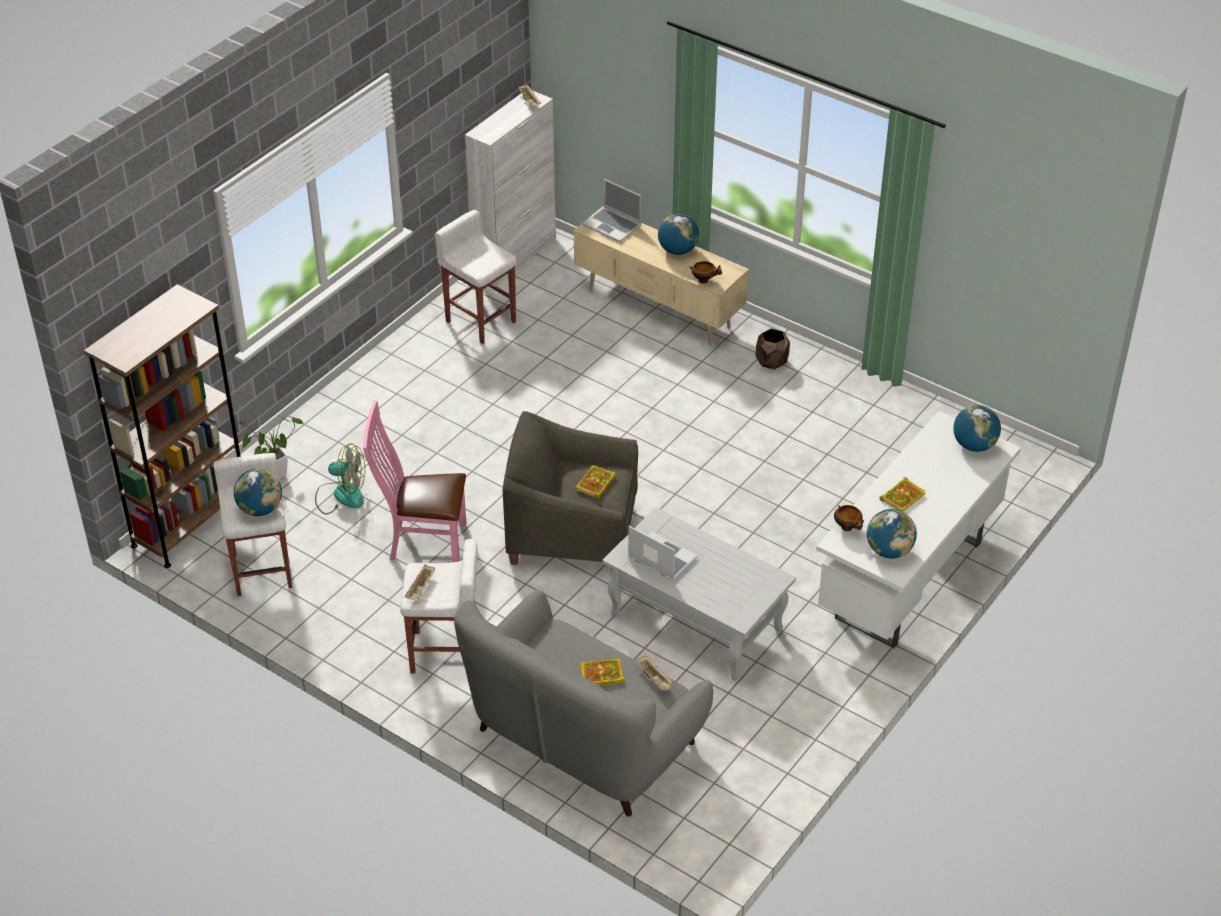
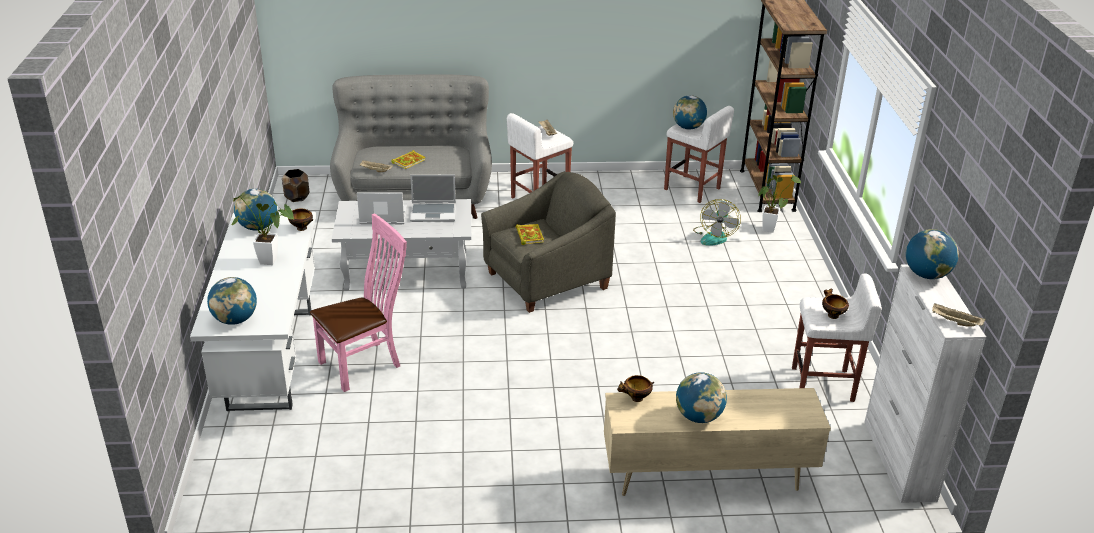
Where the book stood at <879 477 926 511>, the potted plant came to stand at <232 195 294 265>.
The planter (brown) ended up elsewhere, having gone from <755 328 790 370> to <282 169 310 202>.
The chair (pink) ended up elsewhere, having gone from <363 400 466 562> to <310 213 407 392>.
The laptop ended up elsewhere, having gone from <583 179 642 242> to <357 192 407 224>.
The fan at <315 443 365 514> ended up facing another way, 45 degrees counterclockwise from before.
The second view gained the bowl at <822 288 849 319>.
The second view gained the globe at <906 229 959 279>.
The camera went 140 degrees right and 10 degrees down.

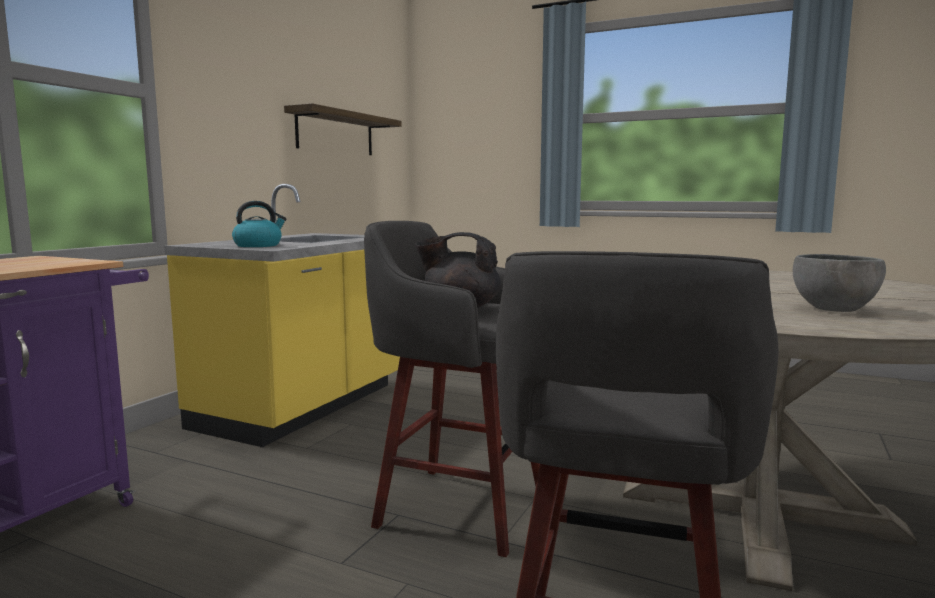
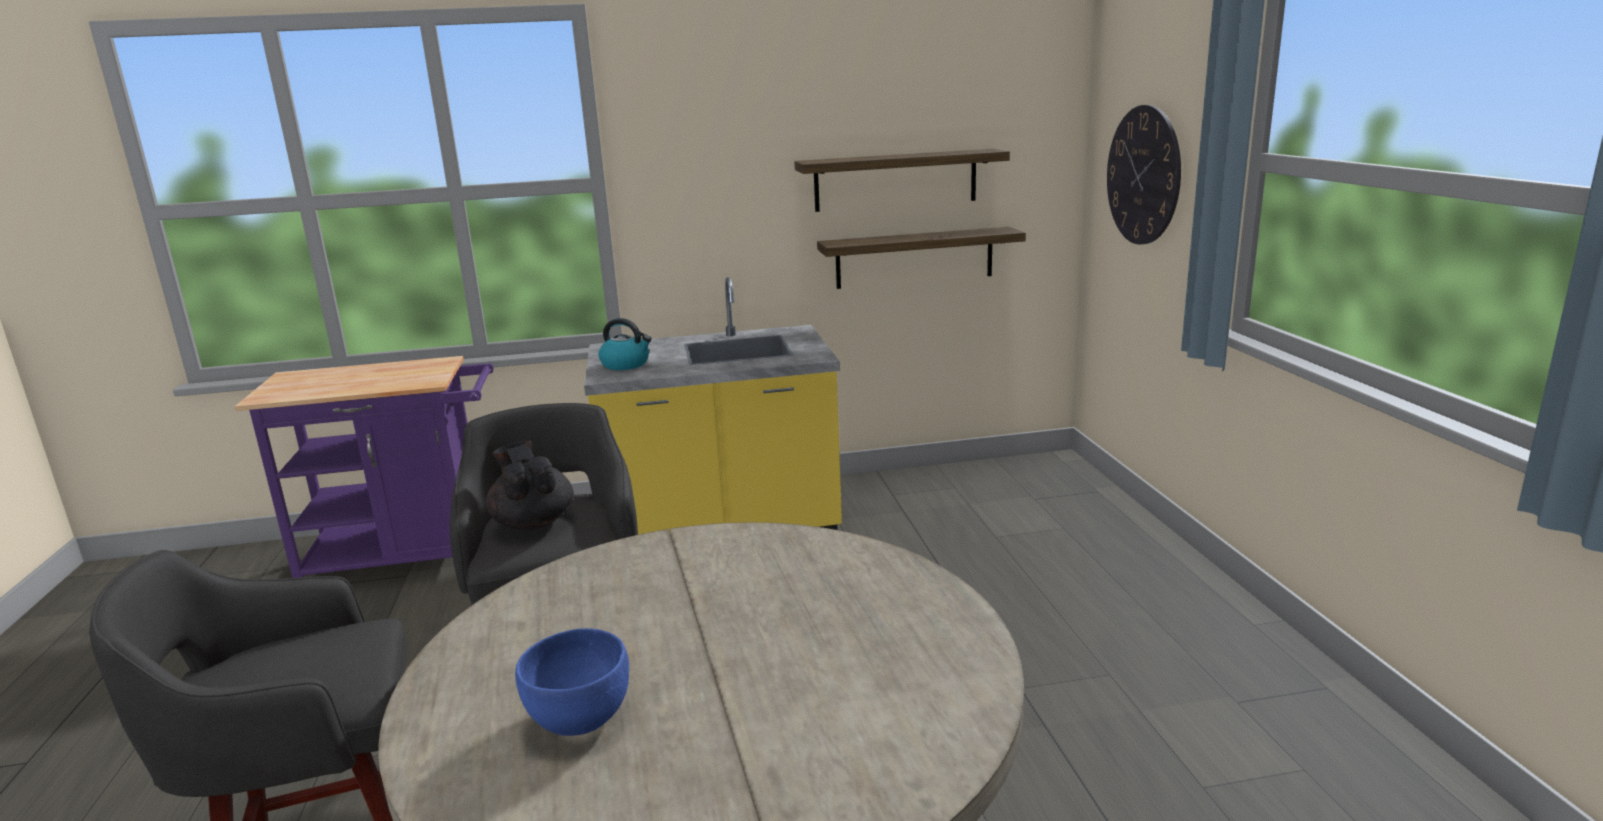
What was the bowl (grey) at <793 254 886 312> turned into the bowl (blue) at <515 628 629 736>.
The second view gained the shelf at <817 227 1026 289>.
The second view gained the wall clock at <1107 105 1181 245>.
The camera went 55 degrees right and 10 degrees up.

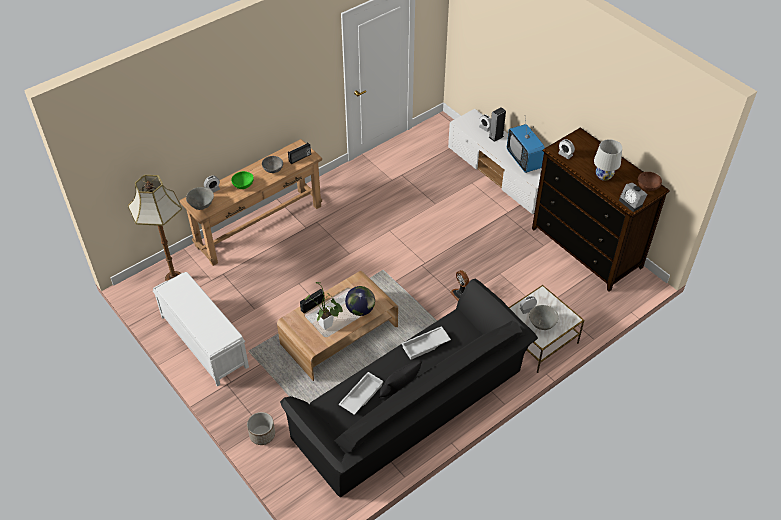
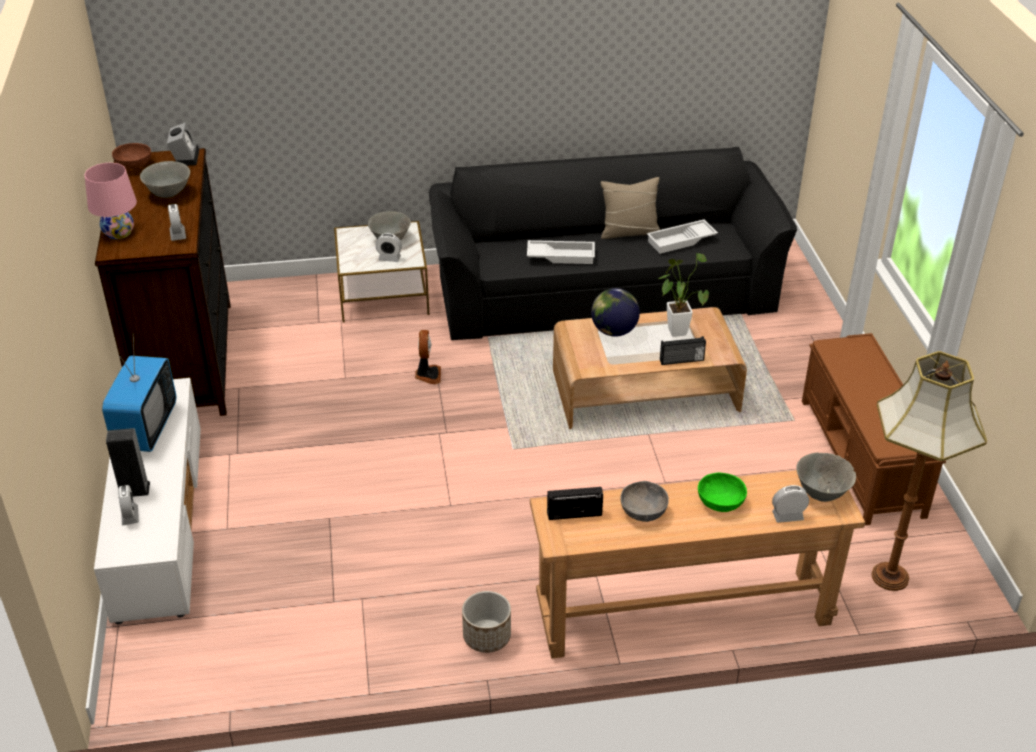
The second view gained the table lamp (pink) at <85 163 137 240>.
Where the table lamp (white) stood at <594 139 622 181>, the bowl (grey) came to stand at <140 161 190 198>.
The planter ended up elsewhere, having gone from <247 412 275 445> to <462 591 511 653>.
What was the pillow (black) at <378 361 422 398> turned into the pillow (beige) at <601 177 660 239>.
What was the bench (white) at <153 272 249 387> turned into the bench (brown) at <802 333 946 525>.
The camera went 150 degrees left and 10 degrees down.

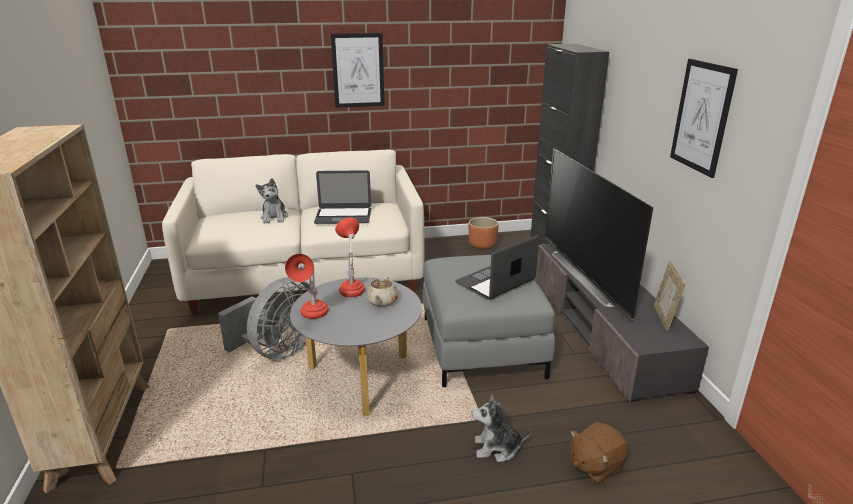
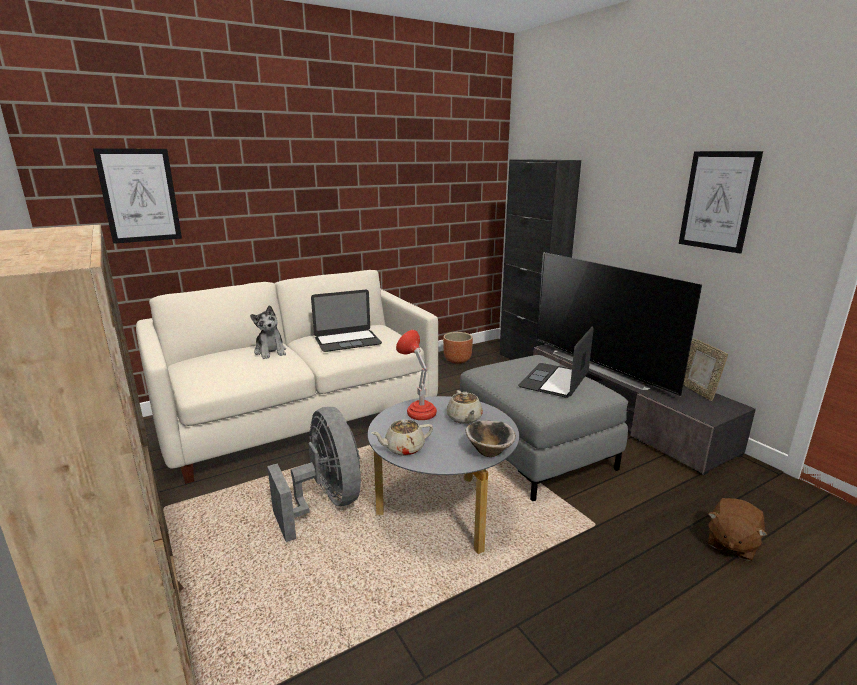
The picture ended up elsewhere, having gone from <331 33 385 108> to <93 149 182 244>.
The fan (grey) at <218 277 310 360> ended up facing another way, 45 degrees counterclockwise from before.
Where the table lamp (red) stood at <285 254 329 319>, the teapot (beige) came to stand at <371 419 433 456>.
The second view gained the bowl at <466 420 516 457>.
The second view lost the plush toy at <472 393 531 462>.
The camera went 20 degrees left and 5 degrees down.

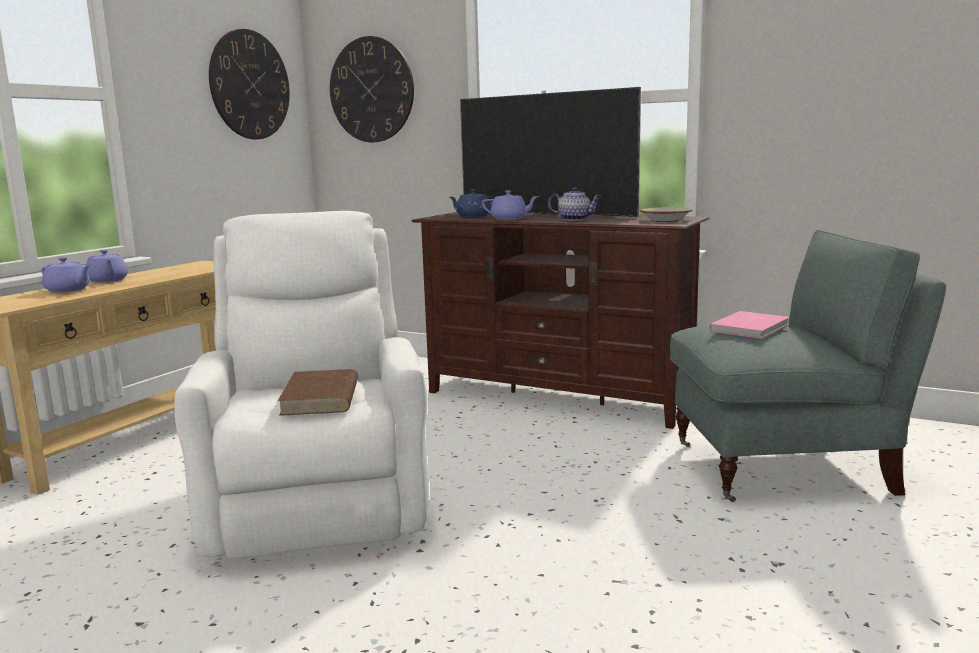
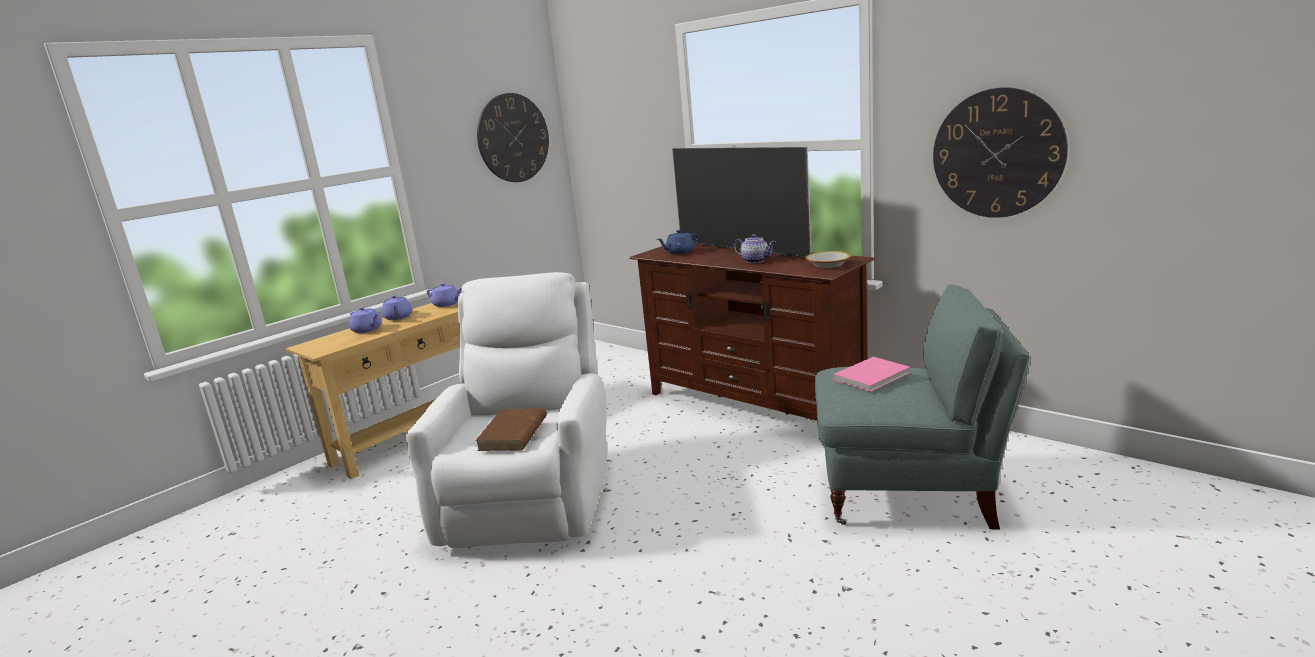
The teapot (purple) ended up elsewhere, having gone from <482 190 539 220> to <427 283 462 307>.
The wall clock ended up elsewhere, having gone from <330 36 414 142> to <933 87 1068 218>.
The camera went 15 degrees right and 5 degrees up.

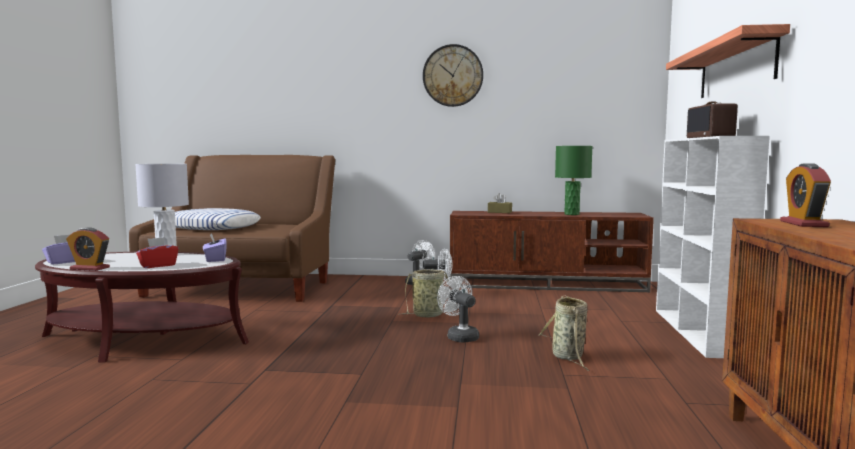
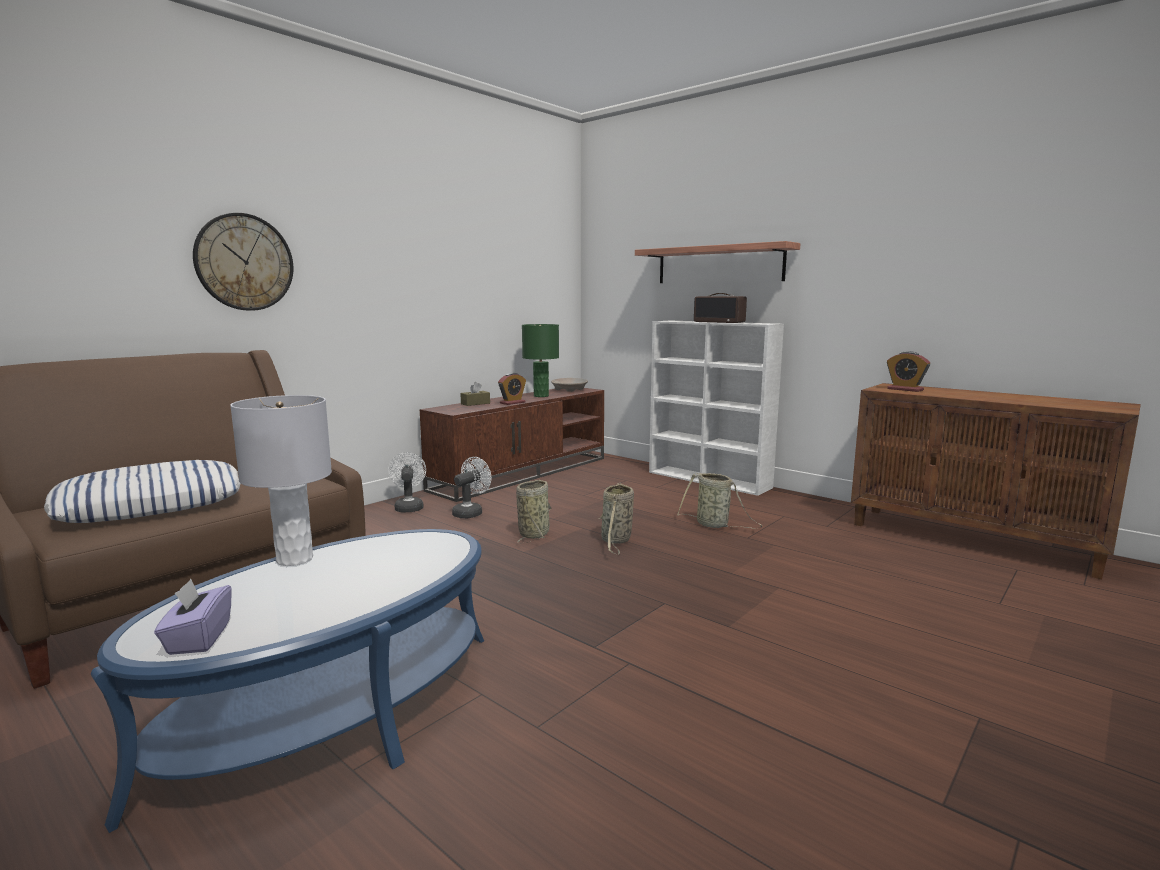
What was the coffee table (brown) at <35 252 249 363> turned into the coffee table (blue) at <91 529 484 833>.
The wall clock ended up elsewhere, having gone from <423 44 483 107> to <193 213 293 311>.
The alarm clock ended up elsewhere, having gone from <66 227 110 271> to <498 373 526 405>.
The second view gained the bowl (beige) at <551 378 588 392>.
Where the fan (white) stood at <437 276 479 343>, the basket came to stand at <598 483 634 555>.
The second view lost the tissue box (red) at <136 237 179 268>.
The second view lost the tissue box (purple) at <203 233 227 262>.
The camera went 55 degrees left and 5 degrees up.

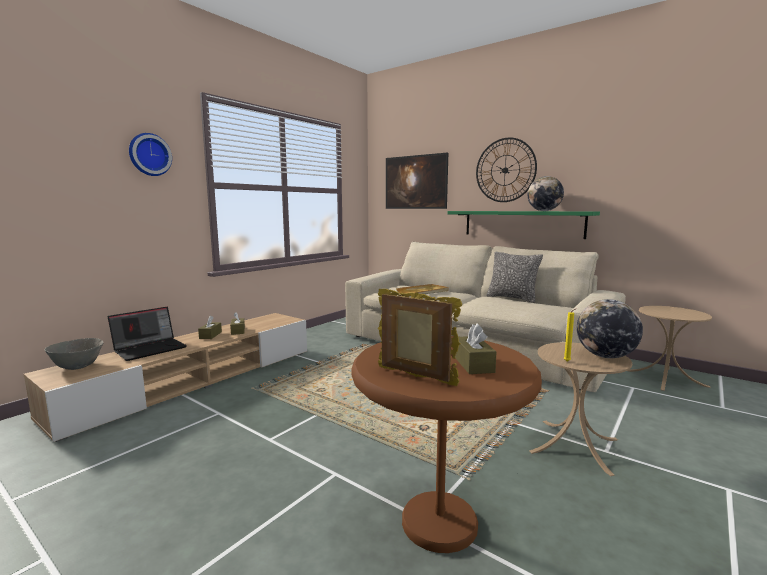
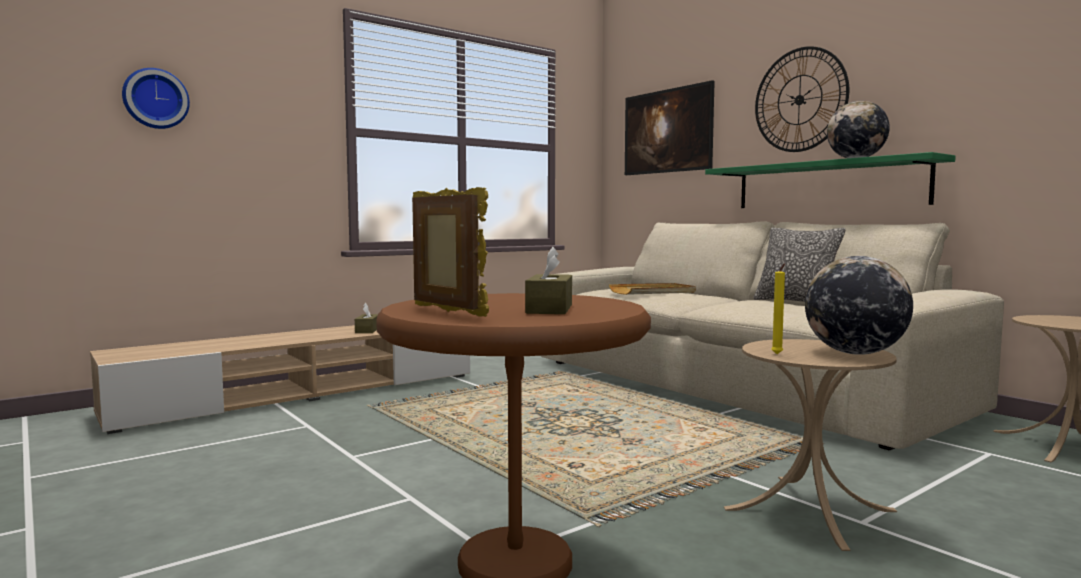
The wall clock ended up elsewhere, having gone from <129 133 172 176> to <122 68 190 129>.
The second view lost the bowl (grey) at <44 338 104 370>.
The second view lost the laptop at <108 307 187 361>.
The second view lost the tissue box (brown) at <198 316 222 339>.
The camera went 15 degrees right and 5 degrees down.

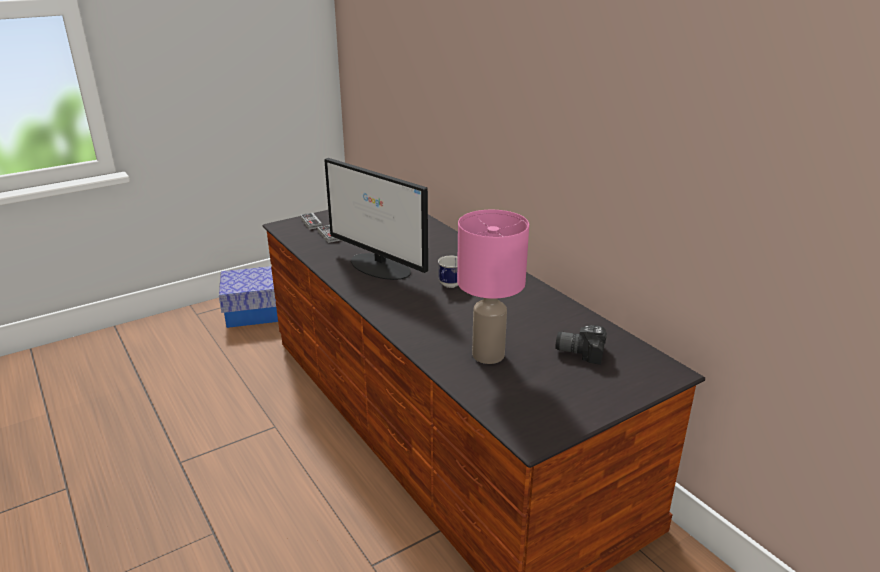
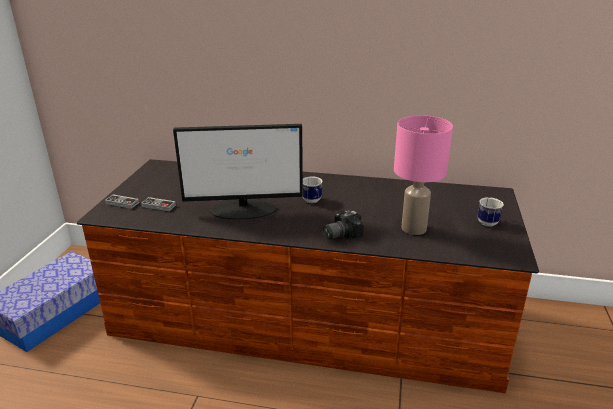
The photo camera ended up elsewhere, having gone from <555 325 607 365> to <323 210 364 239>.
The second view gained the mug at <478 197 504 227>.
The camera went 45 degrees left and 0 degrees up.

